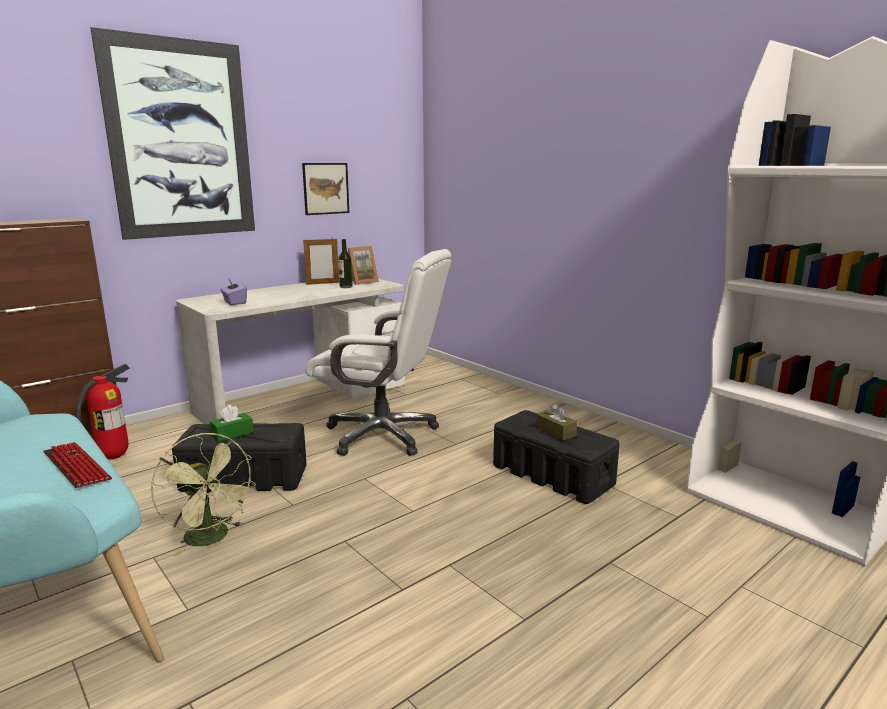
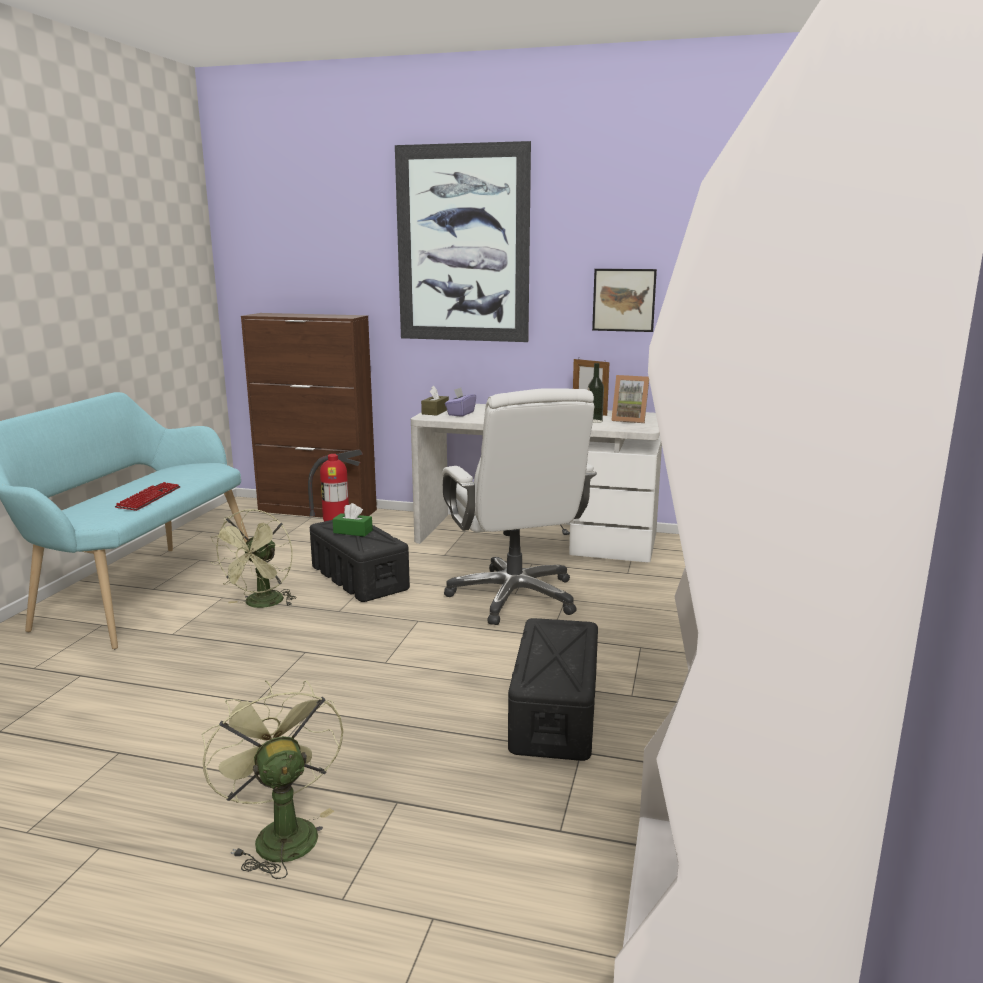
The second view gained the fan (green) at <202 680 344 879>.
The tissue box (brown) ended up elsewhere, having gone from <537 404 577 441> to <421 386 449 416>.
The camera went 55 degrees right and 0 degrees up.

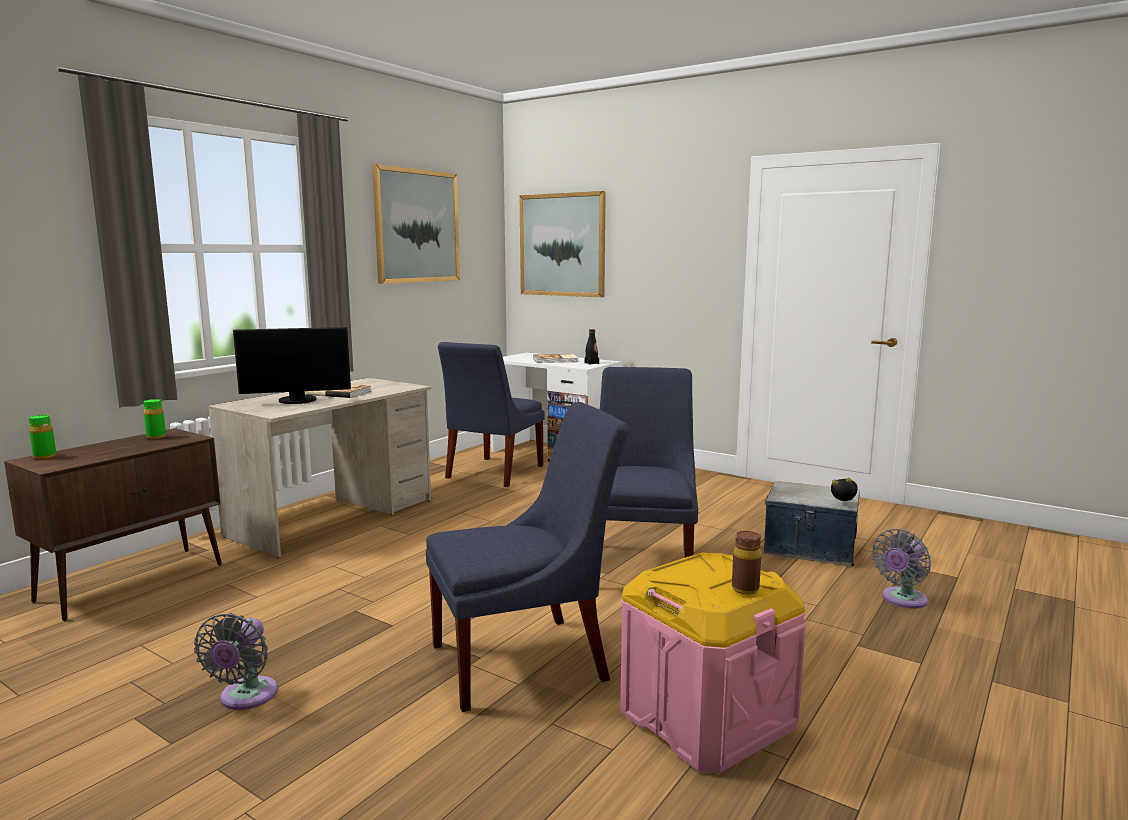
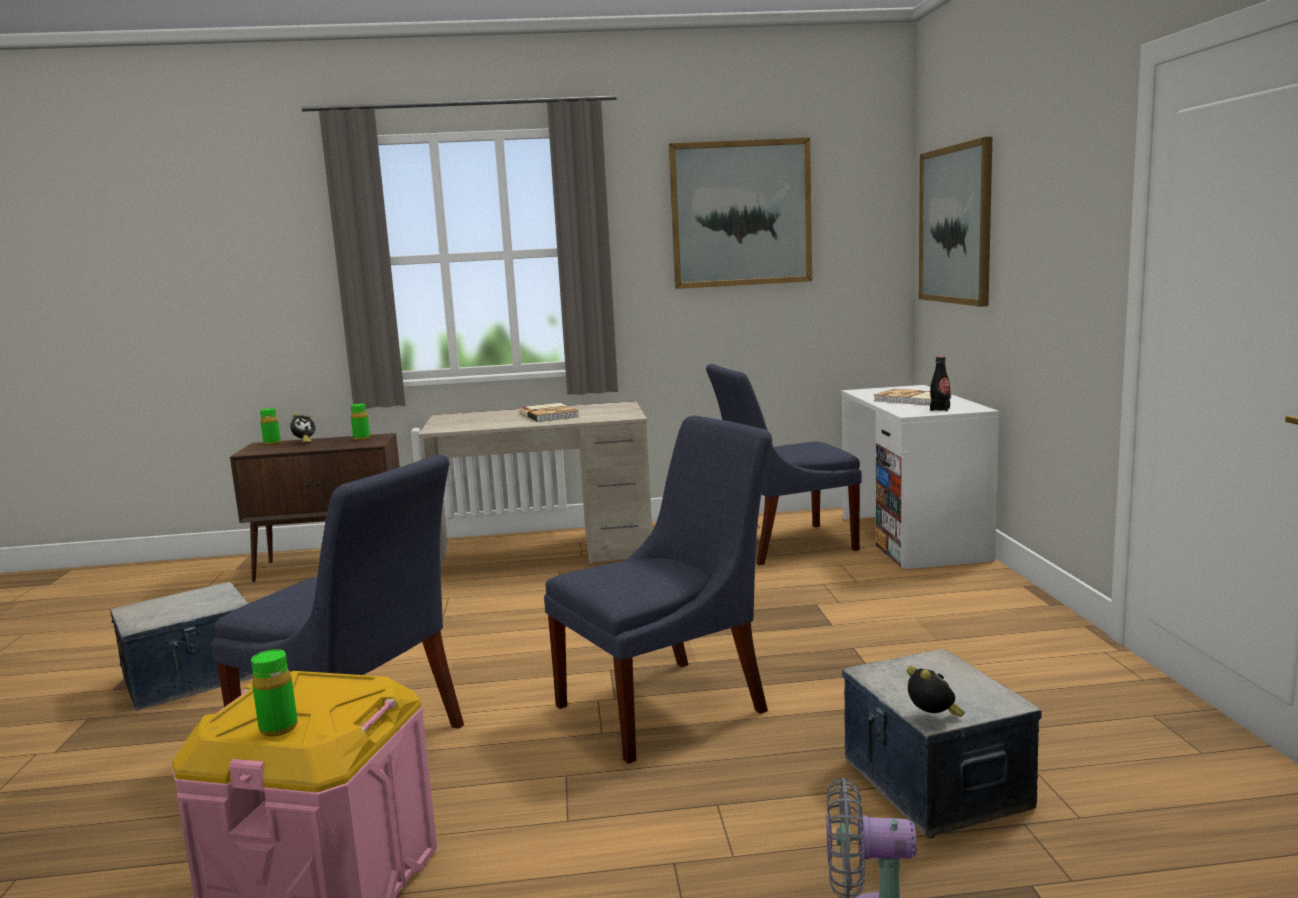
Where the fan (grey) stood at <194 613 278 710>, the storage box came to stand at <110 582 254 711>.
What was the bottle (brown) at <732 531 761 595> turned into the bottle (green) at <251 649 298 737>.
The second view gained the alarm clock at <290 414 315 444>.
The second view lost the monitor at <233 327 351 404>.
The camera went 50 degrees right and 0 degrees up.

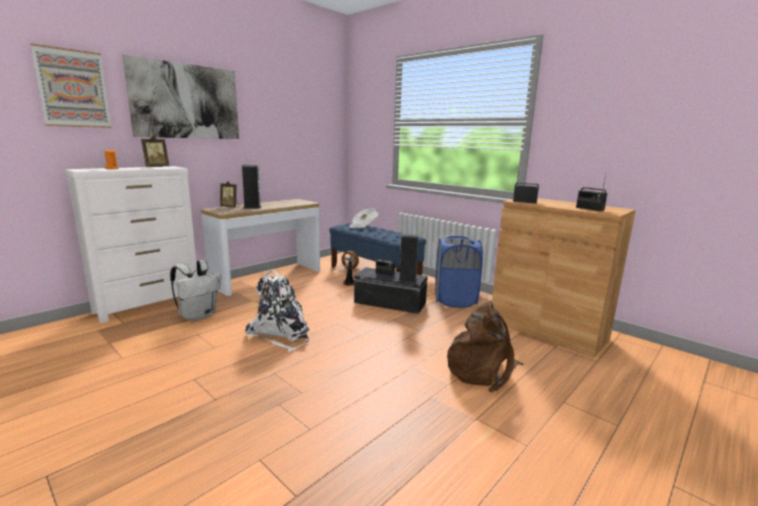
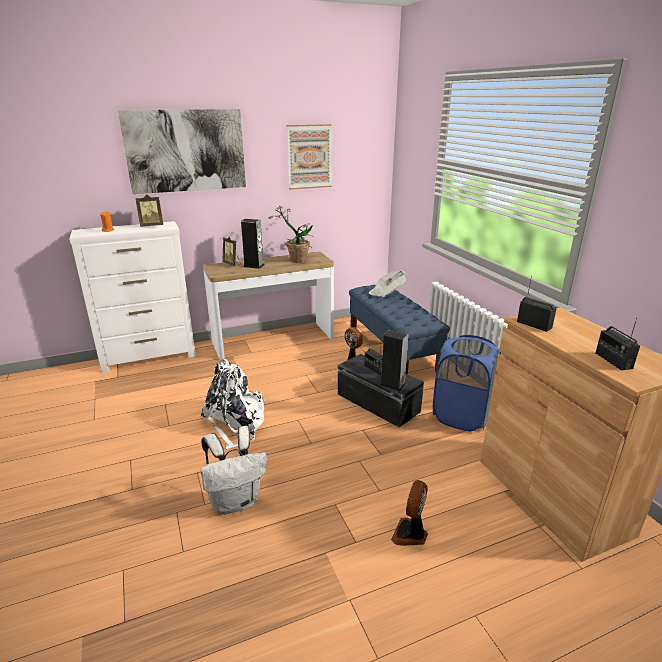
The backpack (white) ended up elsewhere, having gone from <170 260 221 322> to <201 426 267 514>.
The second view gained the potted plant at <268 206 313 263>.
The picture ended up elsewhere, having gone from <30 43 112 128> to <287 124 332 190>.
Where the backpack (brown) stood at <447 302 524 393>, the fan came to stand at <391 480 428 546>.
The camera went 25 degrees right and 10 degrees up.

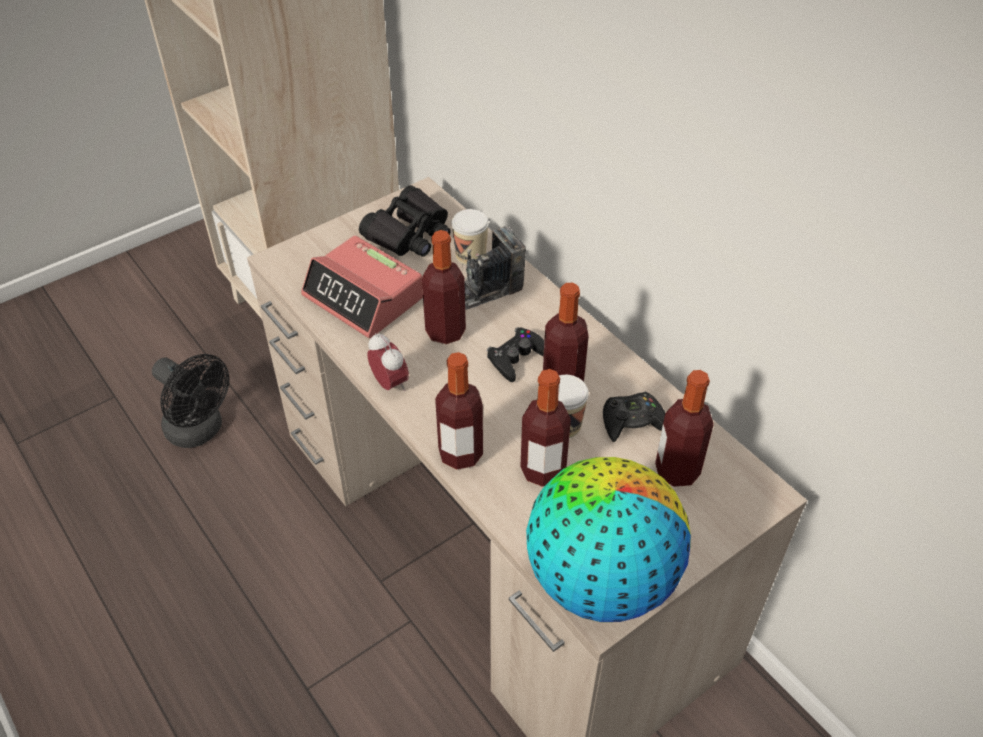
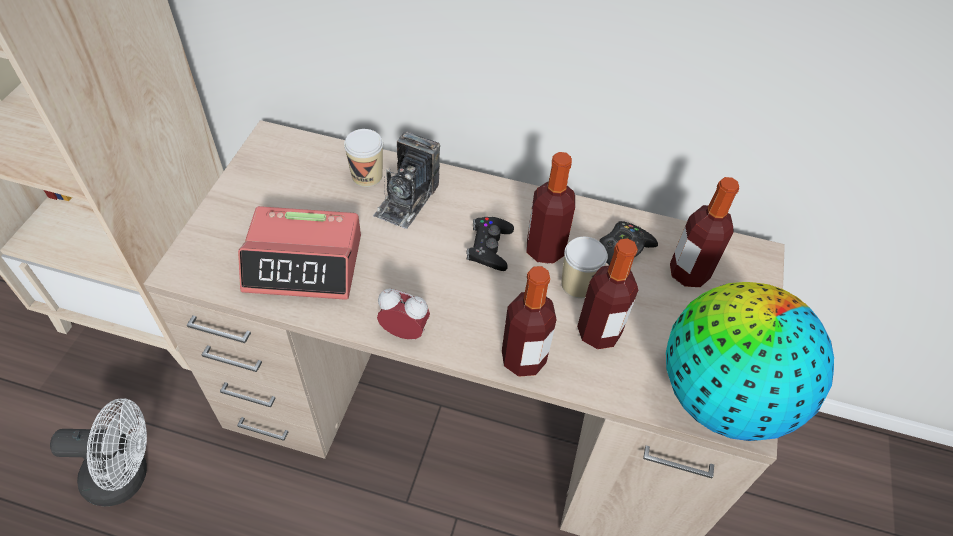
What was the fan (black) at <152 354 229 448> turned into the fan (white) at <50 398 147 506>.
The second view lost the binoculars (black) at <359 185 451 257>.
The second view lost the bottle at <422 230 466 344>.
The camera went 40 degrees left and 5 degrees up.

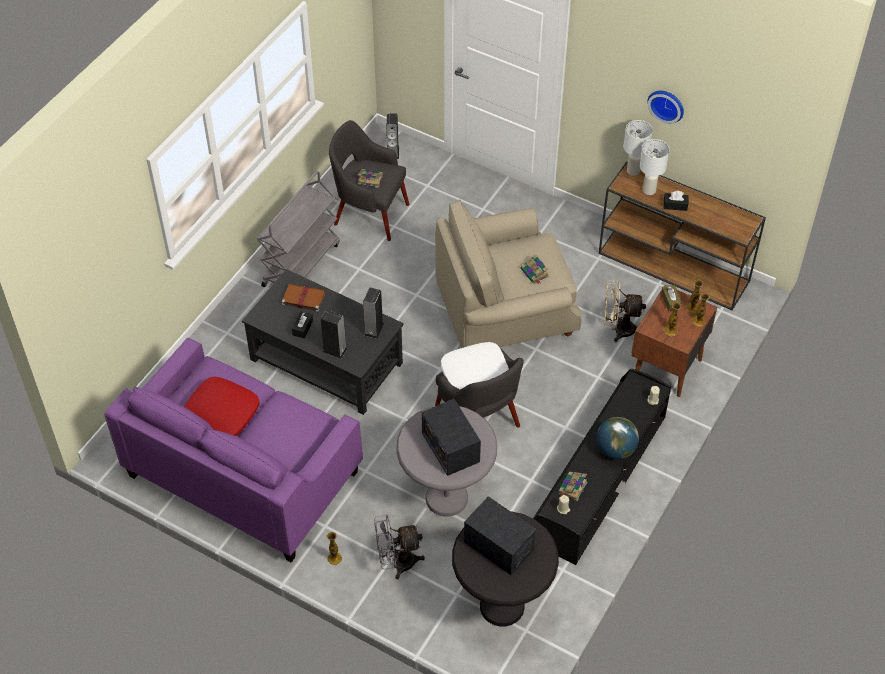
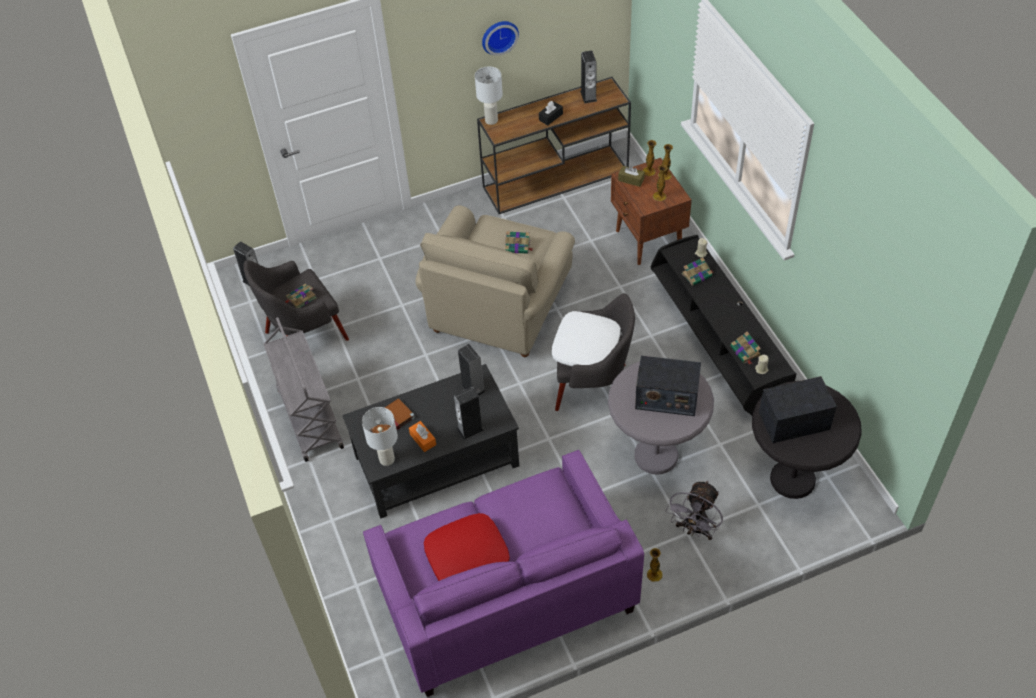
The table lamp (white) ended up elsewhere, having gone from <640 139 669 195> to <362 407 398 466>.
What was the tissue box (black) at <292 311 313 338> turned into the tissue box (orange) at <409 421 436 452>.
The second view gained the speaker at <580 51 597 103>.
The second view gained the book at <682 257 713 286>.
The second view lost the globe at <596 417 639 459>.
The second view lost the fan (beige) at <604 281 646 342>.
The camera went 50 degrees left and 0 degrees up.

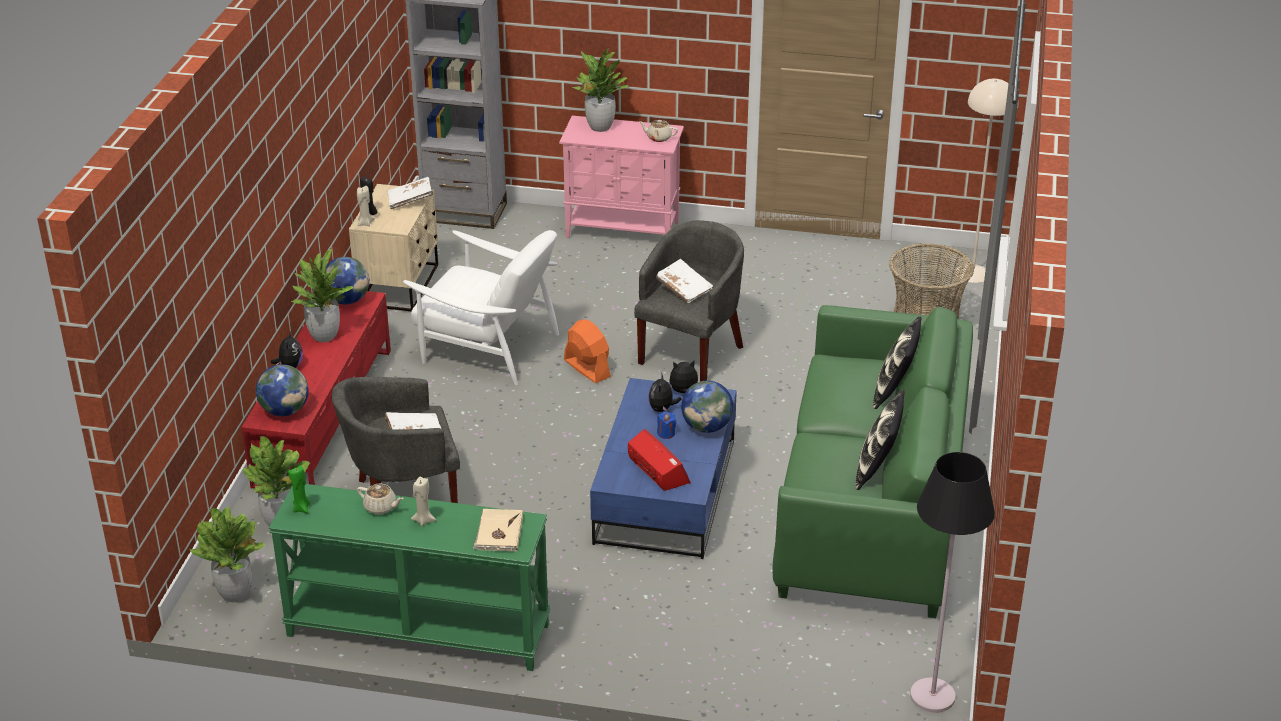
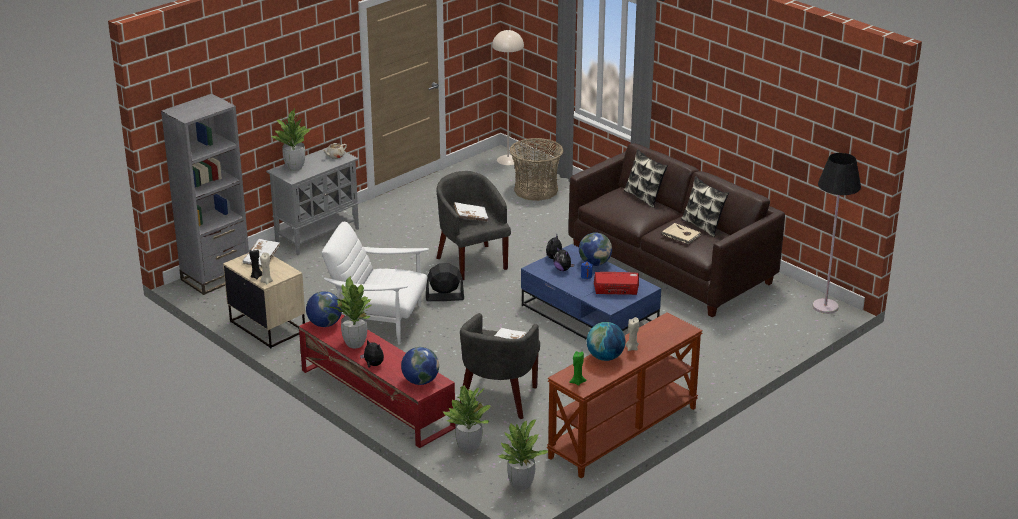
What was the cabinet (pink) at <559 116 684 238> turned into the cabinet (grey) at <266 147 359 255>.
The armchair (white) at <403 230 559 385> ended up facing another way, 135 degrees counterclockwise from before.
What was the fan (orange) at <564 320 611 383> turned into the fan (black) at <426 263 464 301>.
What was the console table (green) at <269 484 550 671> turned into the console table (brown) at <547 313 703 478>.
What was the sofa (green) at <772 305 973 618> turned into the sofa (brown) at <568 143 785 317>.
Where the teapot (beige) stood at <357 483 404 515>, the globe came to stand at <587 322 625 361>.
The book (beige) ended up elsewhere, having gone from <473 509 523 552> to <662 223 701 244>.
The camera went 55 degrees left and 5 degrees down.

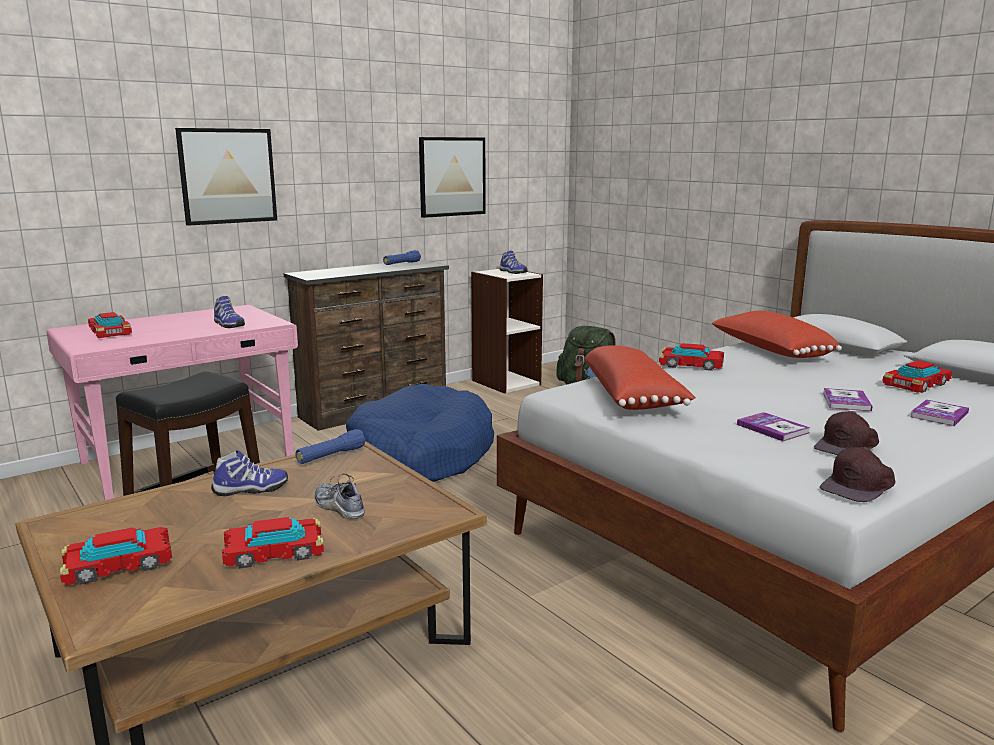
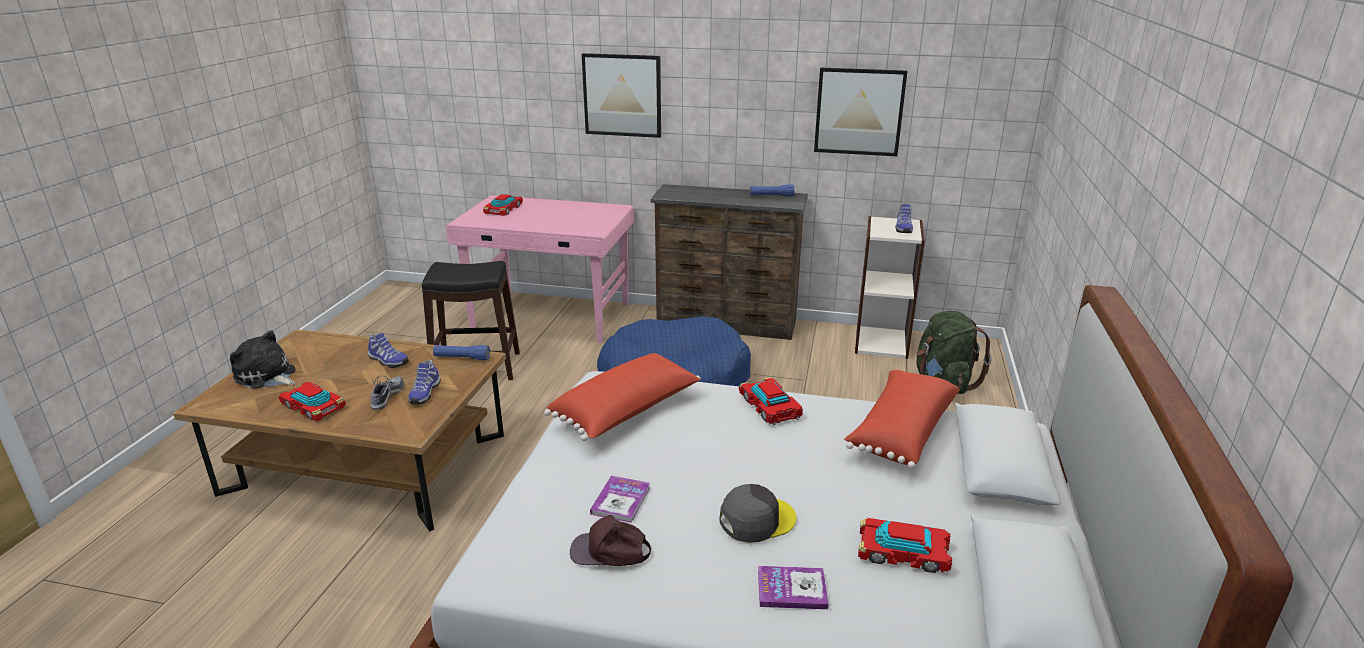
Where the toy car stood at <60 527 173 585>, the plush toy came to stand at <230 330 296 389>.
The shoe ended up elsewhere, having gone from <214 296 245 328> to <408 360 441 404>.
Where the book stood at <823 388 872 411>, the cap (grey) came to stand at <719 484 797 543>.
The second view lost the cap (brown) at <820 447 895 502>.
The camera went 50 degrees right and 10 degrees up.

